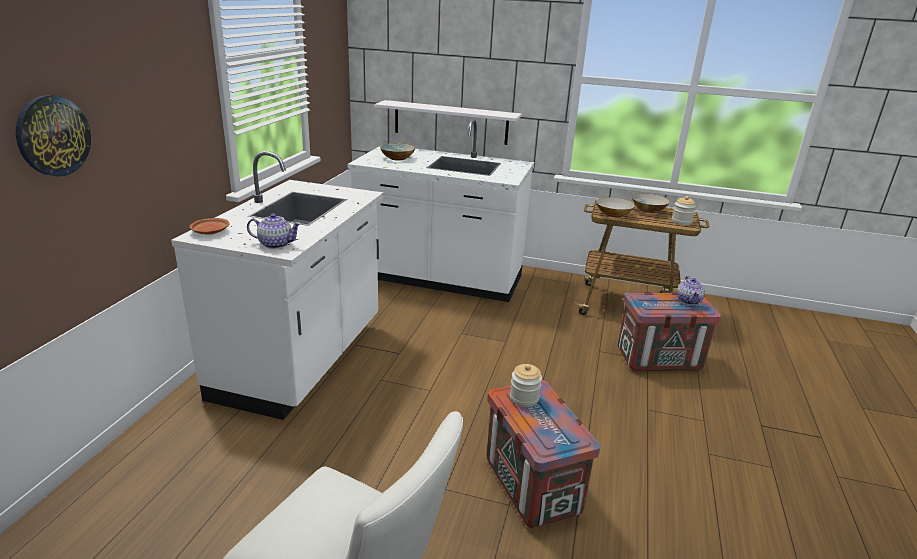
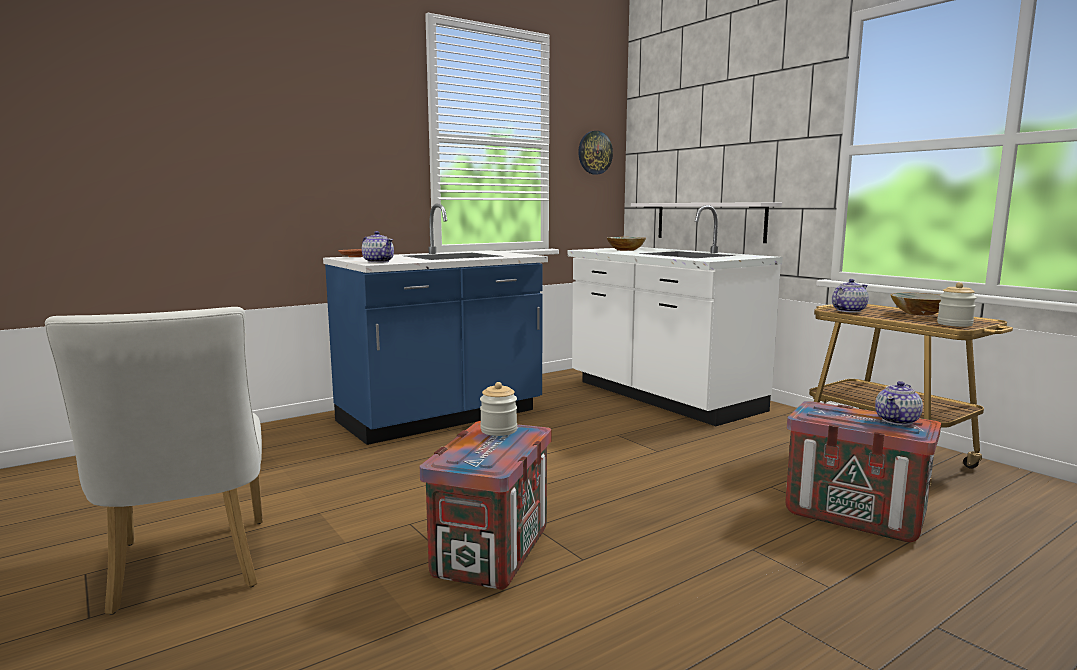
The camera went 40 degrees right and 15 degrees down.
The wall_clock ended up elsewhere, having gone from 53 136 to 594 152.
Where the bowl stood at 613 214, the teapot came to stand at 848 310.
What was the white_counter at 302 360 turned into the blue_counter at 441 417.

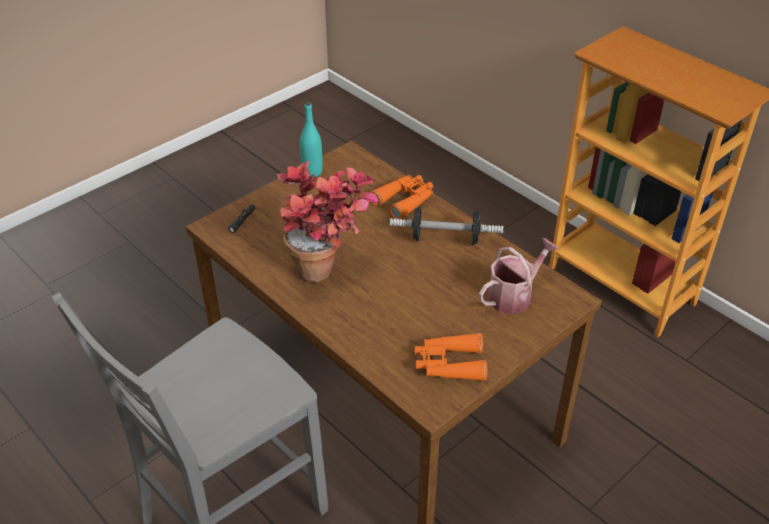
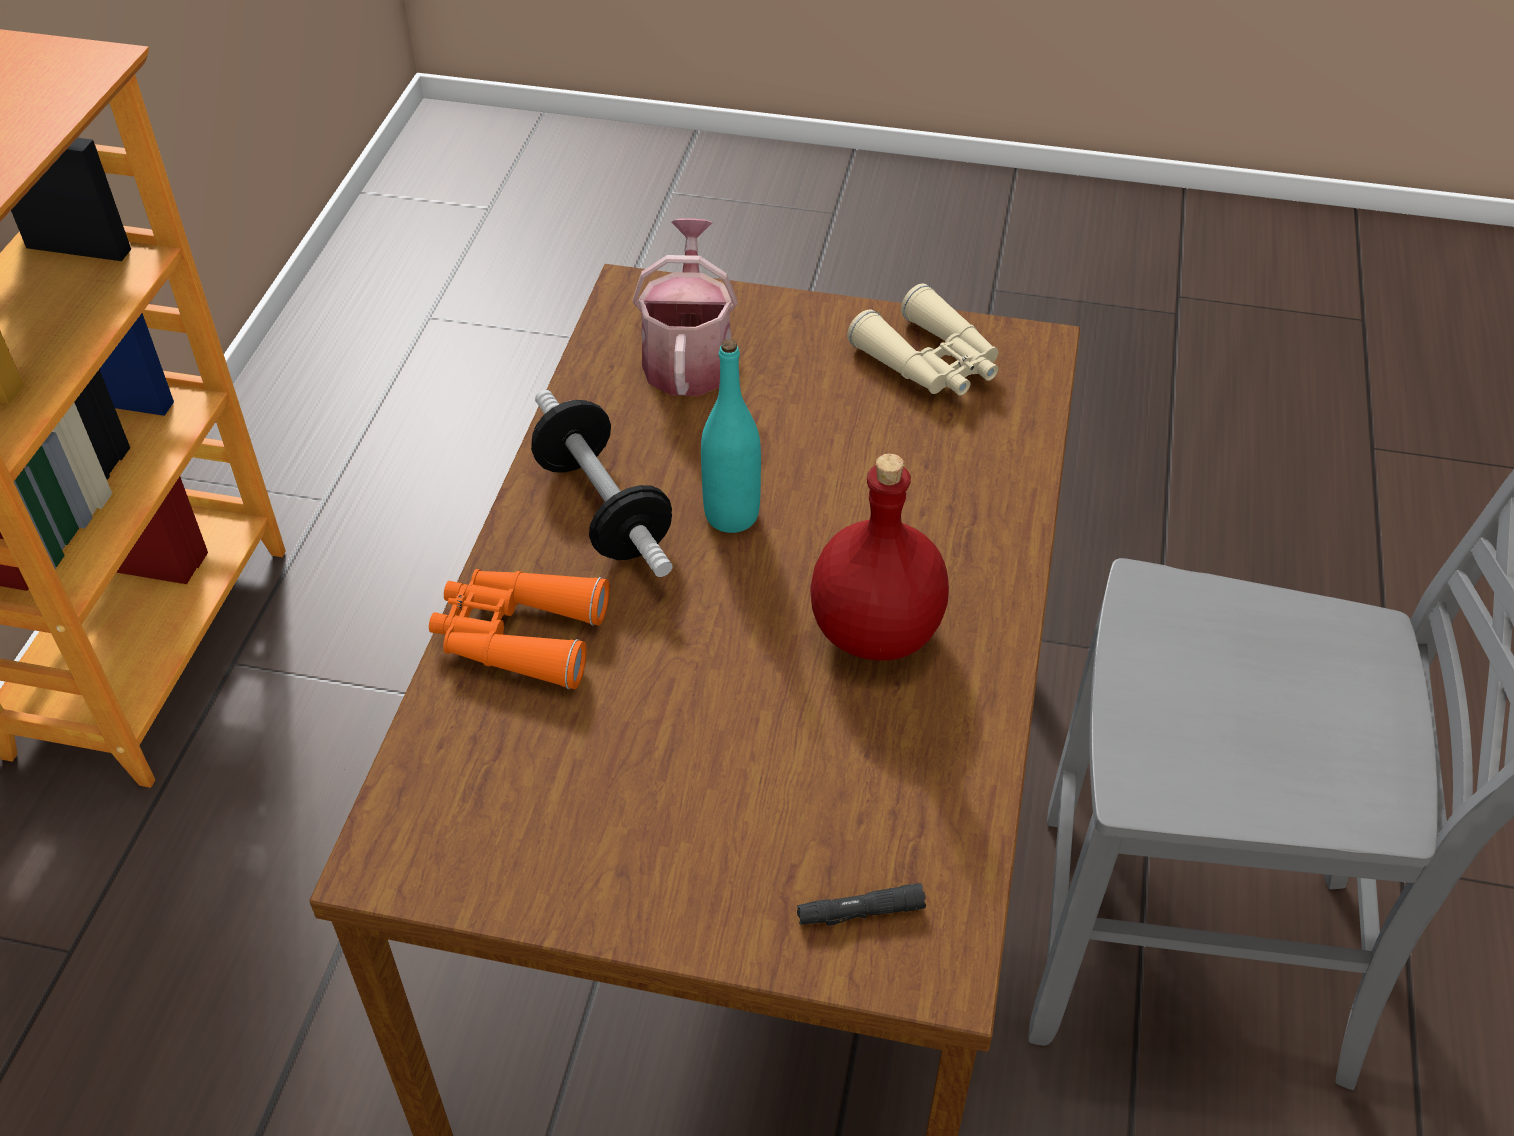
The camera went 125 degrees left and 5 degrees up.
The turquoise_bottle ended up elsewhere, having gone from 312 172 to 731 515.
Where the potted_plant stood at 328 272, the red_bottle came to stand at 874 633.
What was the orange_binoculars at 449 364 turned into the beige_binoculars at 930 363.
The watering_can at 514 295 ended up facing another way, 75 degrees clockwise from before.

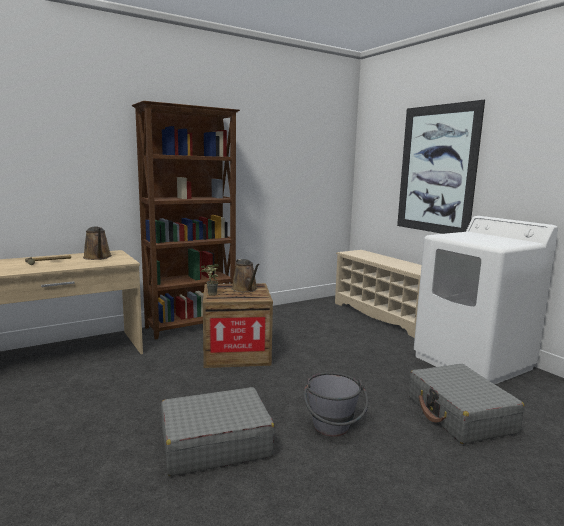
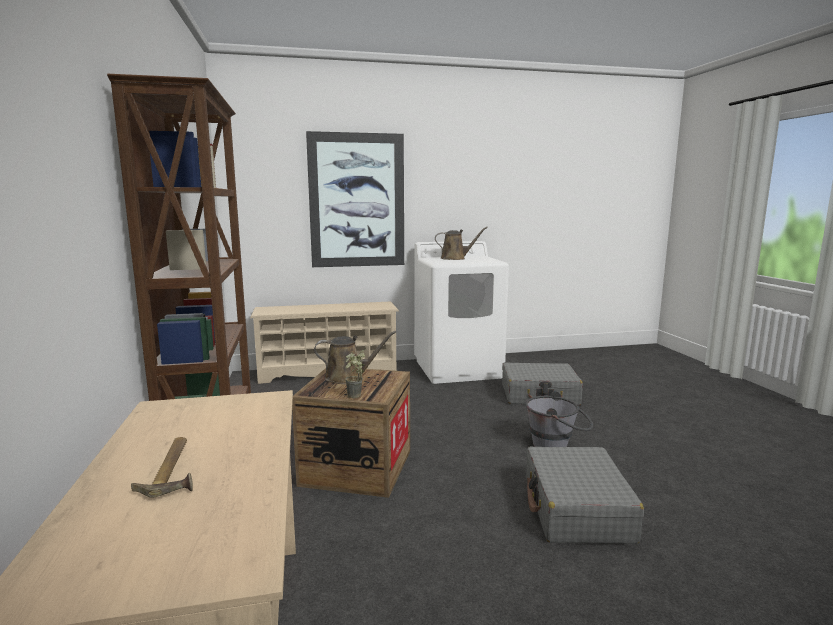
The camera went 70 degrees left and 0 degrees up.
The brown_watering_can ended up elsewhere, having gone from 98 257 to 455 258.

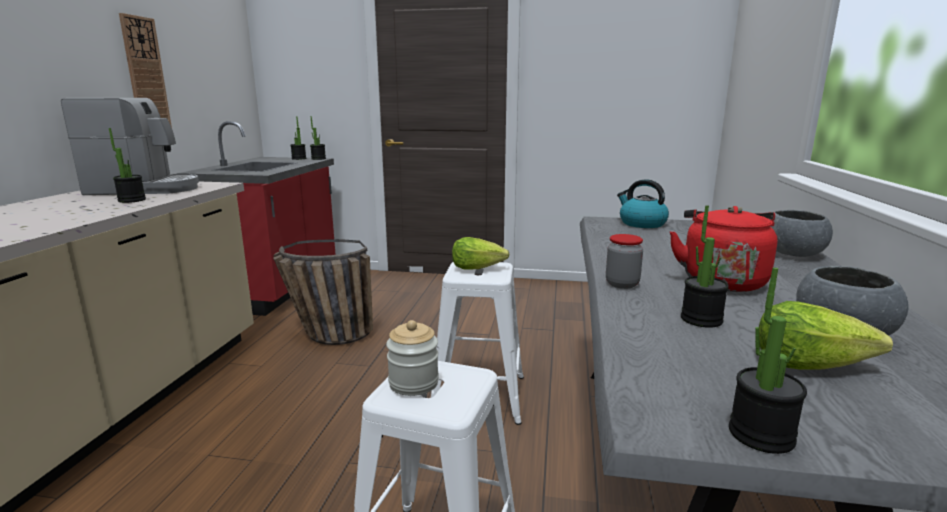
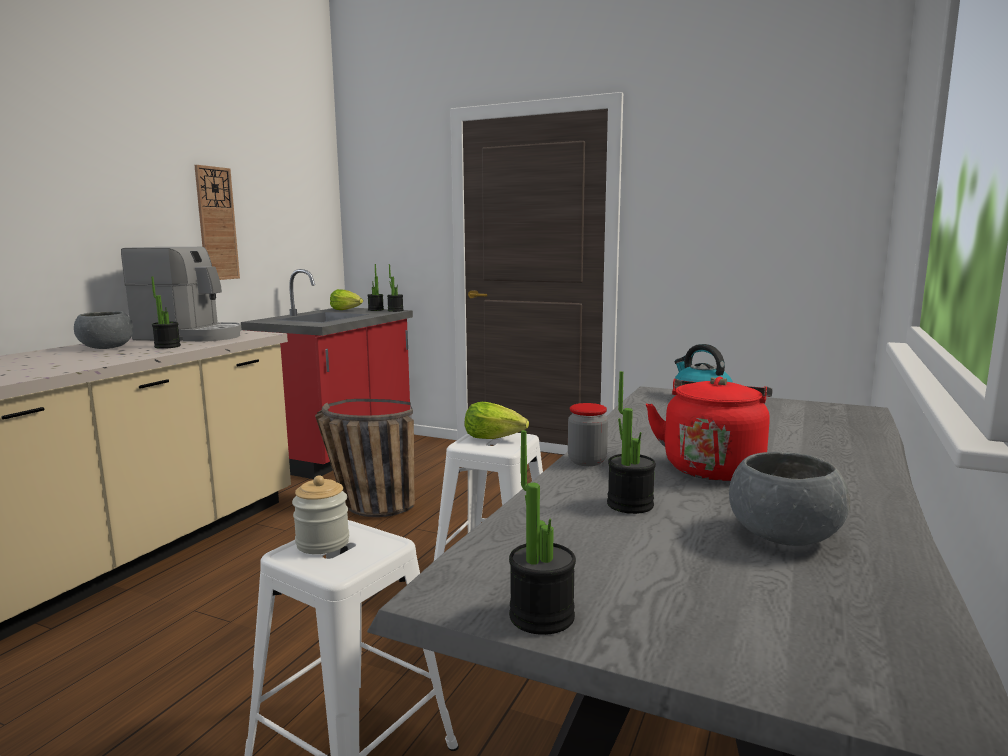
The camera went 15 degrees right and 5 degrees down.
The lettuce ended up elsewhere, having gone from 809 364 to 347 310.
The grey_bowl ended up elsewhere, having gone from 792 254 to 106 348.

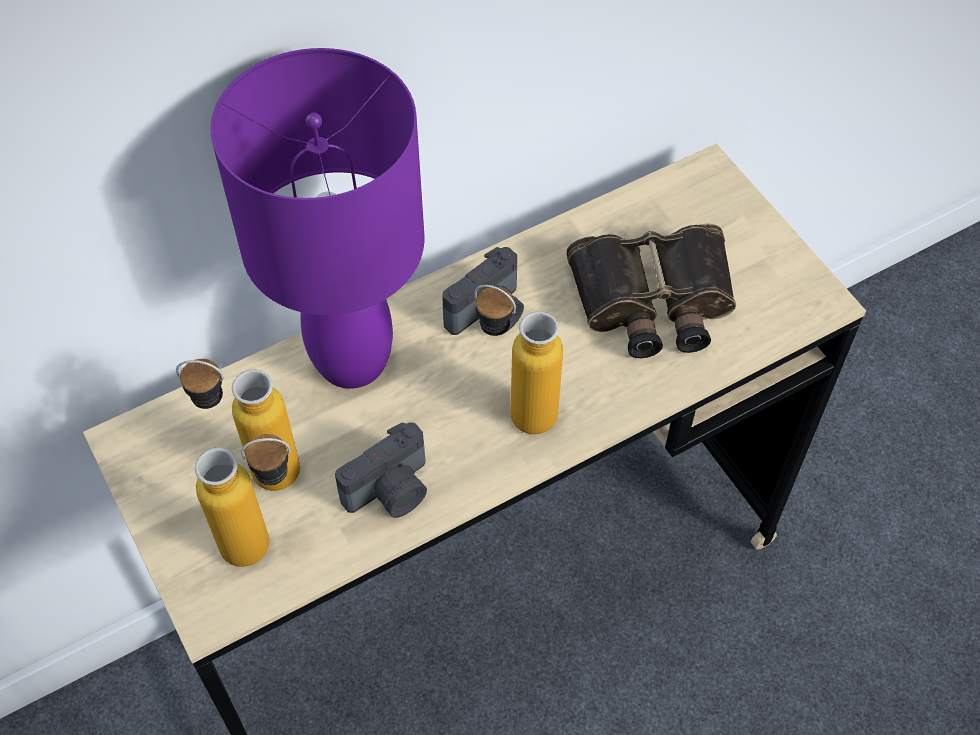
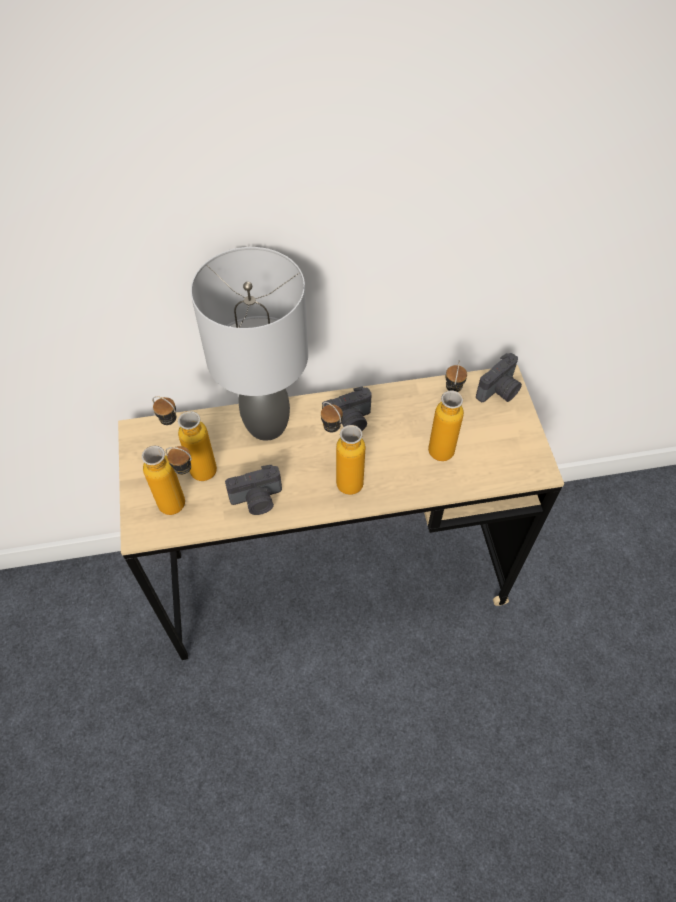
The camera went 20 degrees right and 0 degrees up.
The second view gained the photo_camera at 499 391.
Where the binoculars stood at 653 301, the bottle came to stand at 442 442.
What was the purple_table_lamp at 351 362 turned into the grey_table_lamp at 266 426.

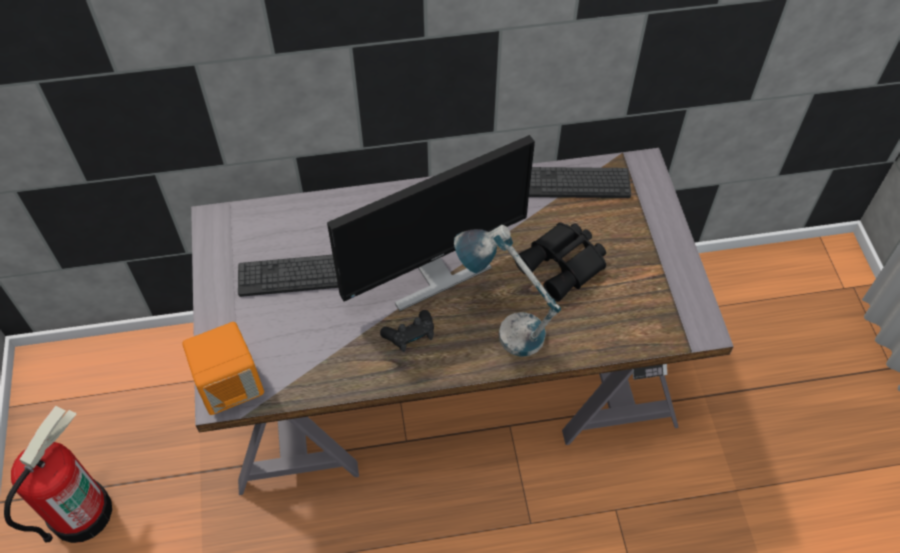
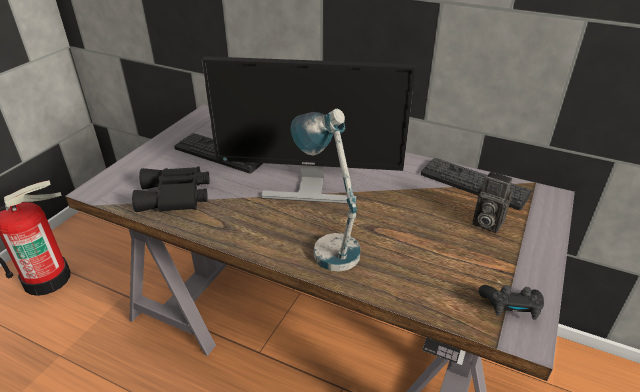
The camera went 35 degrees right and 20 degrees down.
The second view lost the orange_speaker at 231 387.
The second view gained the photo_camera at 485 223.
The black_game_controller ended up elsewhere, having gone from 410 336 to 510 308.
The black_binoculars ended up elsewhere, having gone from 564 265 to 175 197.

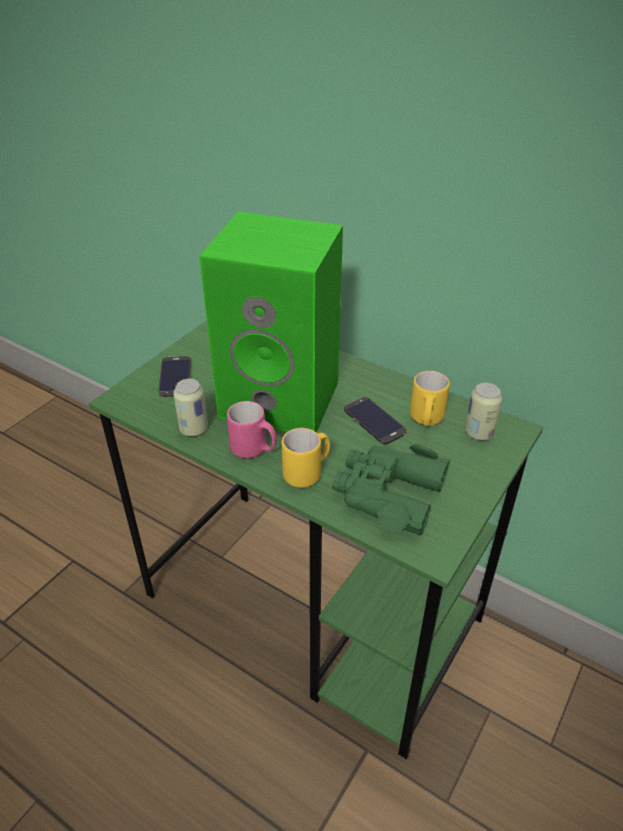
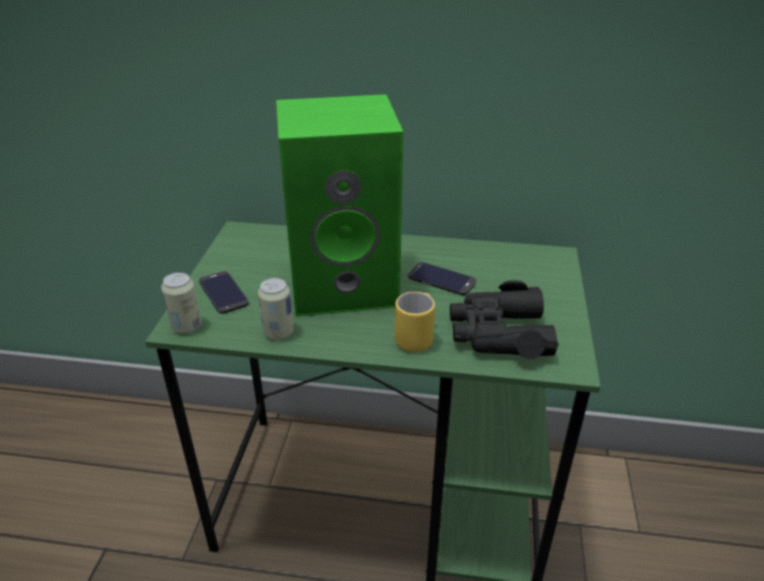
The camera went 25 degrees left and 5 degrees down.
The second view lost the pink_mug at 254 450.
The second view lost the yellow_mug at 426 420.
The can ended up elsewhere, having gone from 479 433 to 186 326.
What was the green_binoculars at 388 494 turned into the black_binoculars at 499 333.

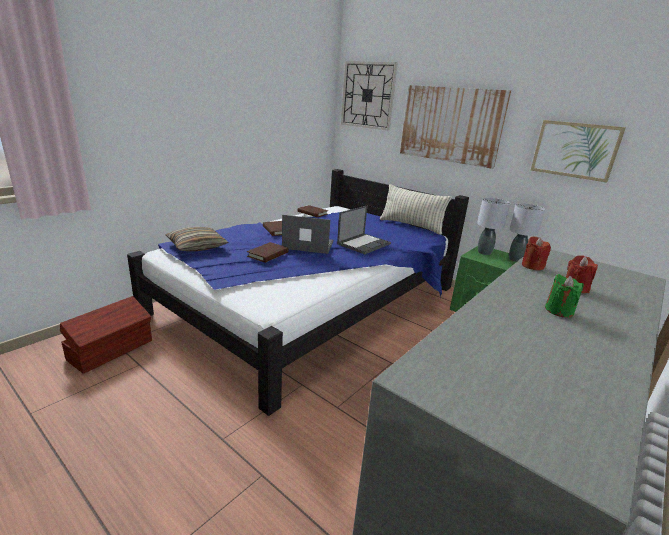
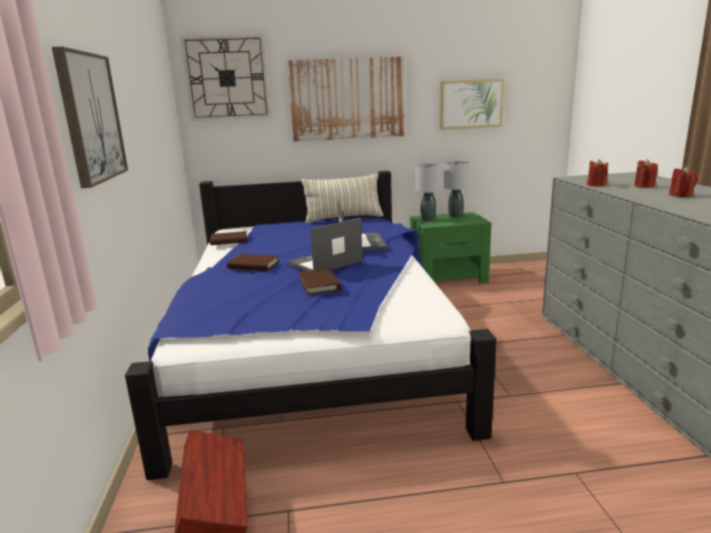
The camera went 45 degrees left and 5 degrees down.
The second view lost the pillow at 197 246.
The second view gained the picture at 90 118.
What was the green_candle at 559 311 turned into the red_candle at 681 195.

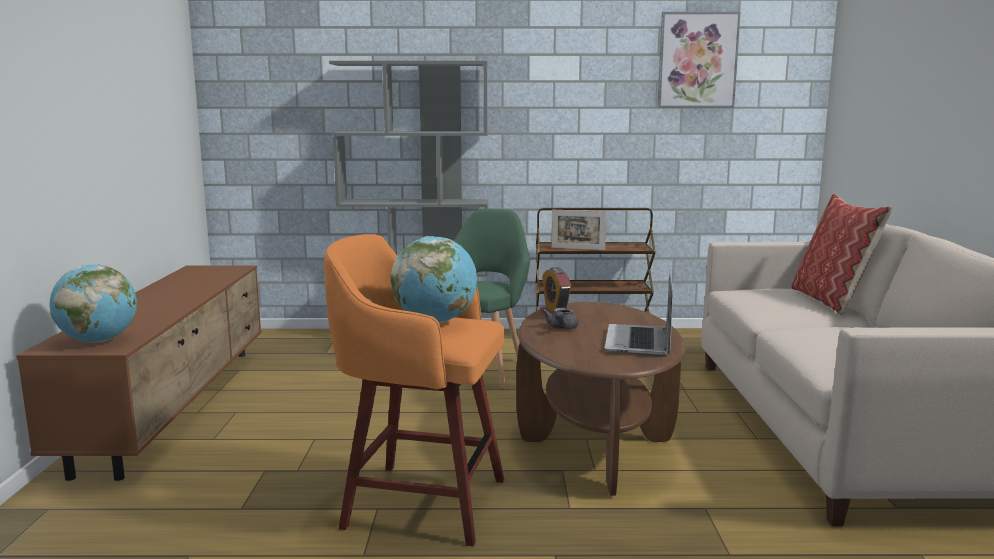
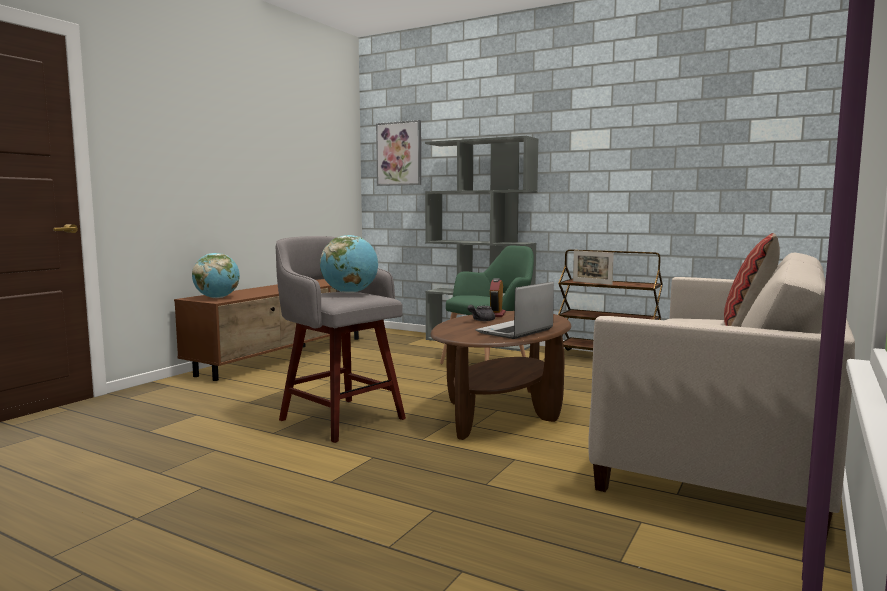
The camera went 30 degrees right and 5 degrees down.
The picture ended up elsewhere, having gone from 697 60 to 399 154.
What was the orange_stool at 420 502 turned into the grey_stool at 340 418.

